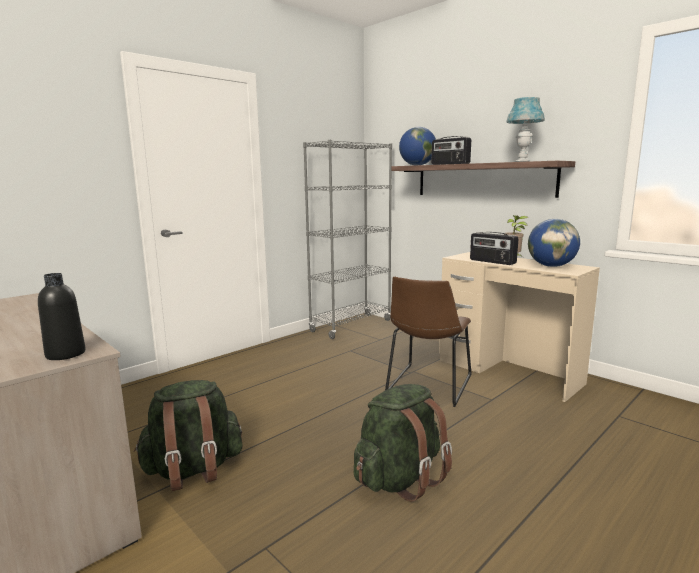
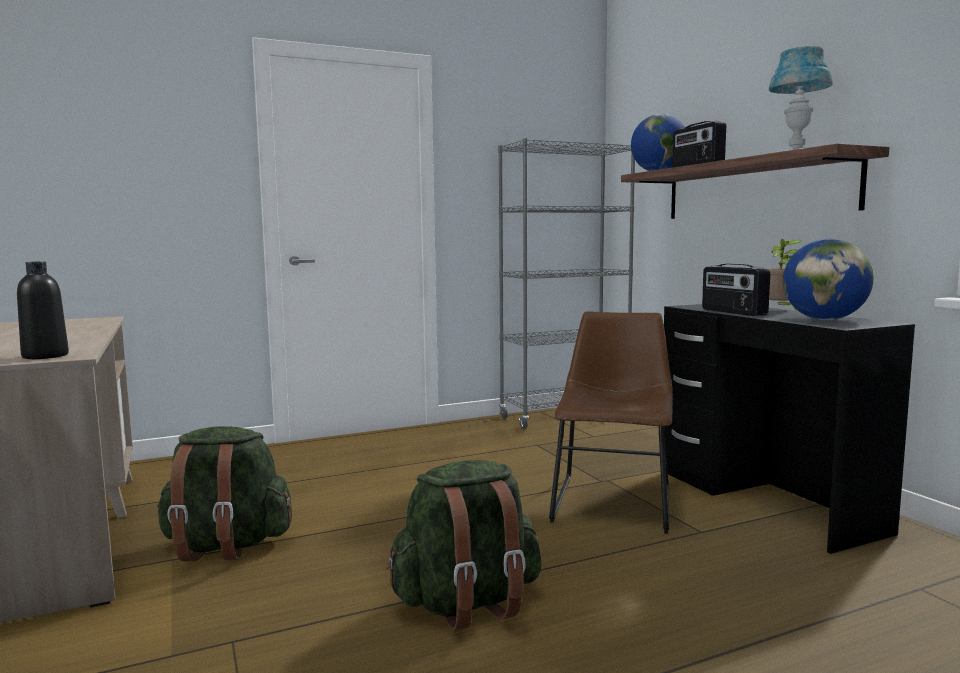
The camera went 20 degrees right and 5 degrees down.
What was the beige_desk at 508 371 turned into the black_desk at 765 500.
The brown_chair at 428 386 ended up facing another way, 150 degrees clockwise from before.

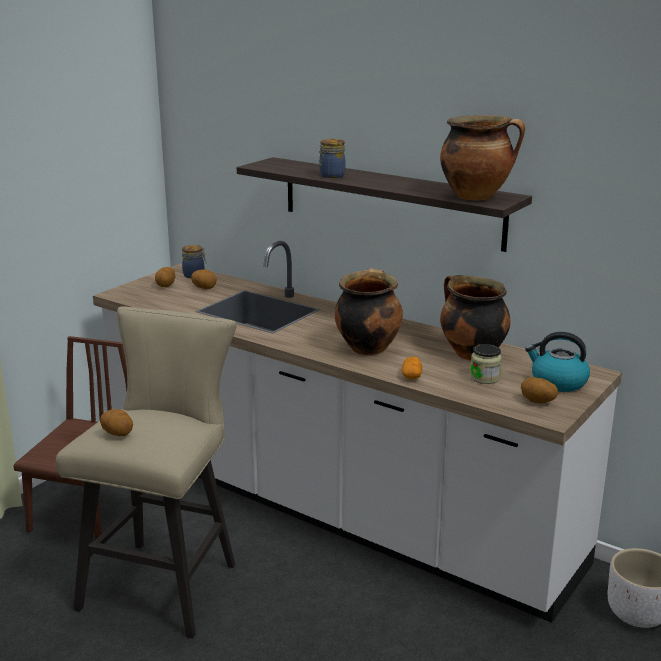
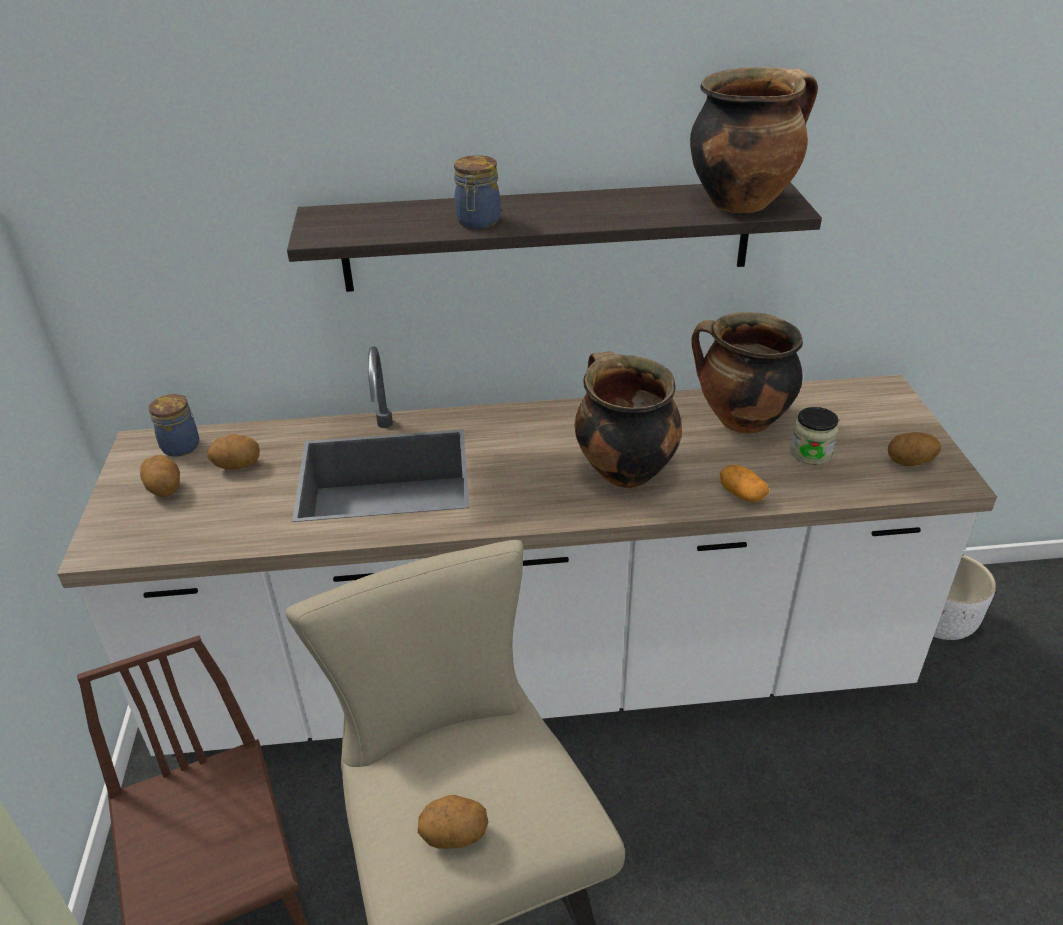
The camera went 40 degrees left and 15 degrees up.
The second view lost the kettle at 557 382.

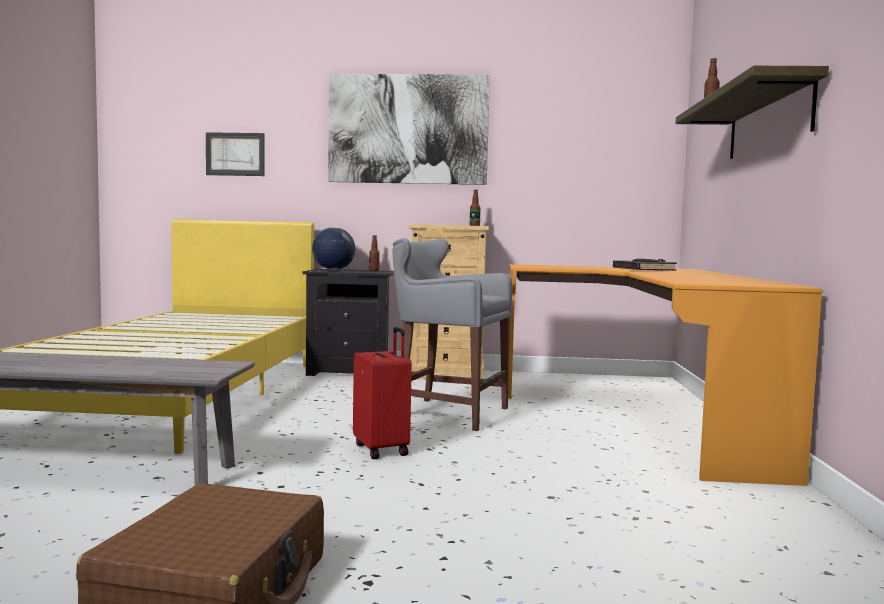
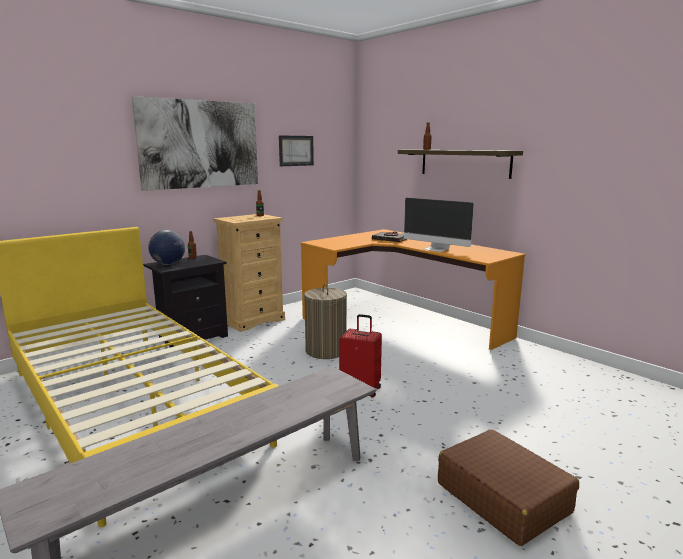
The camera went 45 degrees left and 10 degrees up.
The second view gained the monitor at 436 249.
The picture ended up elsewhere, having gone from 235 154 to 296 150.
Where the grey_stool stood at 447 413, the laundry_basket came to stand at 326 351.

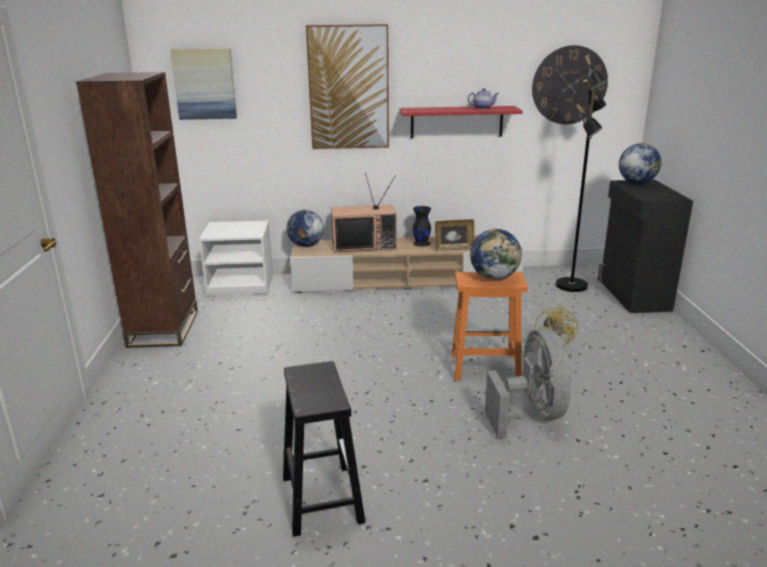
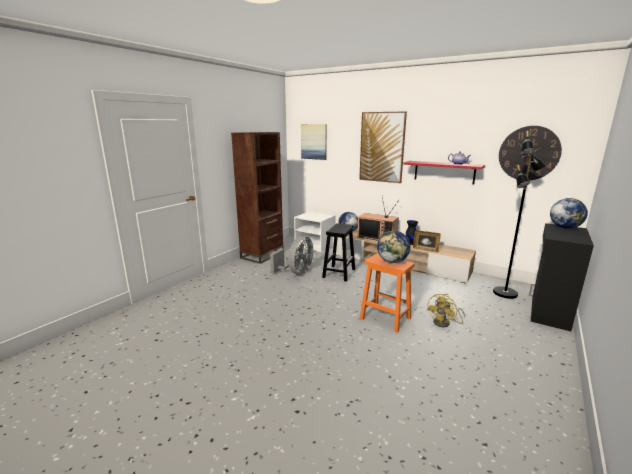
The camera went 35 degrees right and 5 degrees down.
The black_stool ended up elsewhere, having gone from 321 497 to 339 273.
The grey_fan ended up elsewhere, having gone from 531 414 to 296 272.

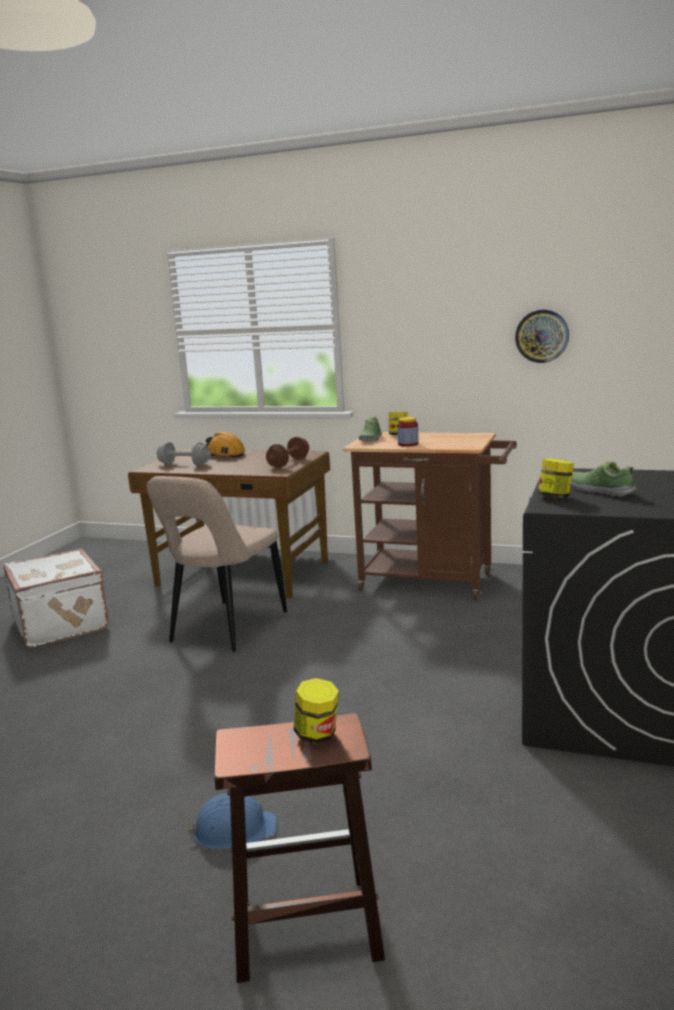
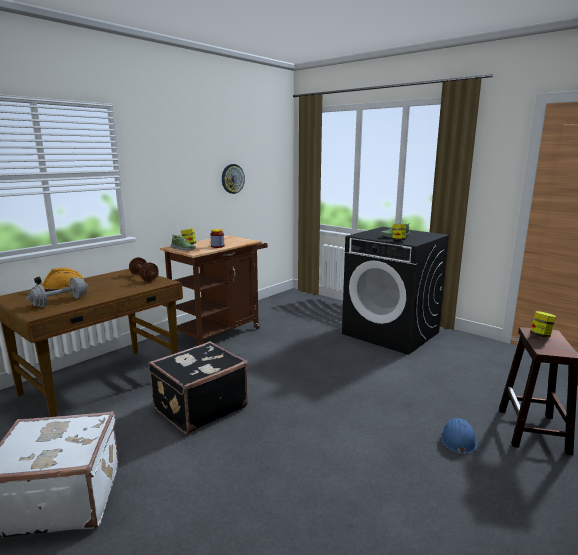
The camera went 70 degrees left and 0 degrees up.
Where the beige_chair stood at 225 629, the black_suitcase came to stand at 199 407.

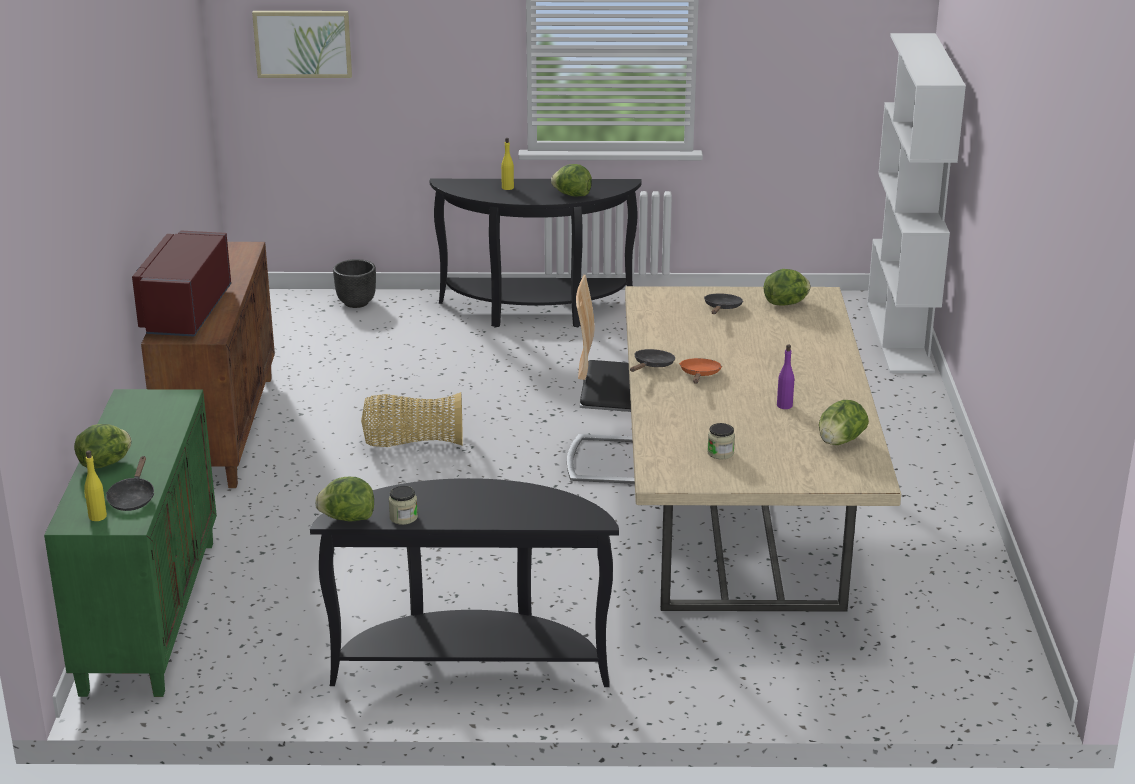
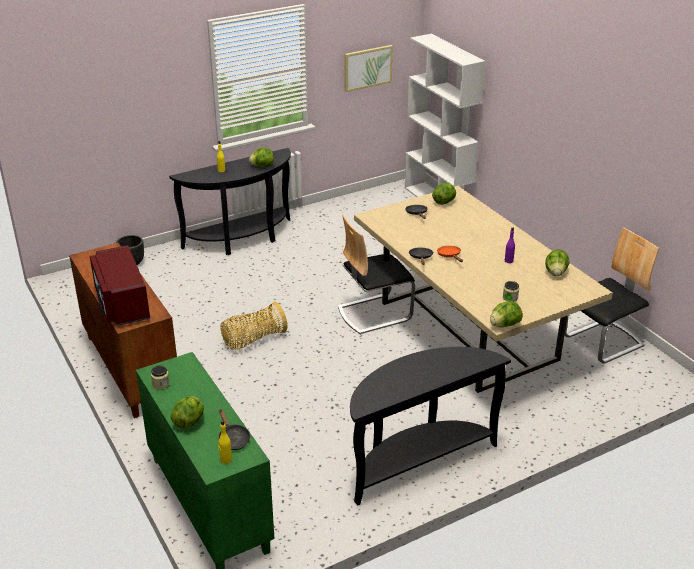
The camera went 30 degrees left and 5 degrees up.
The second view gained the chair at 603 342.
The picture ended up elsewhere, having gone from 303 43 to 367 67.
The lettuce ended up elsewhere, having gone from 347 518 to 504 325.
The jar ended up elsewhere, having gone from 403 517 to 161 384.

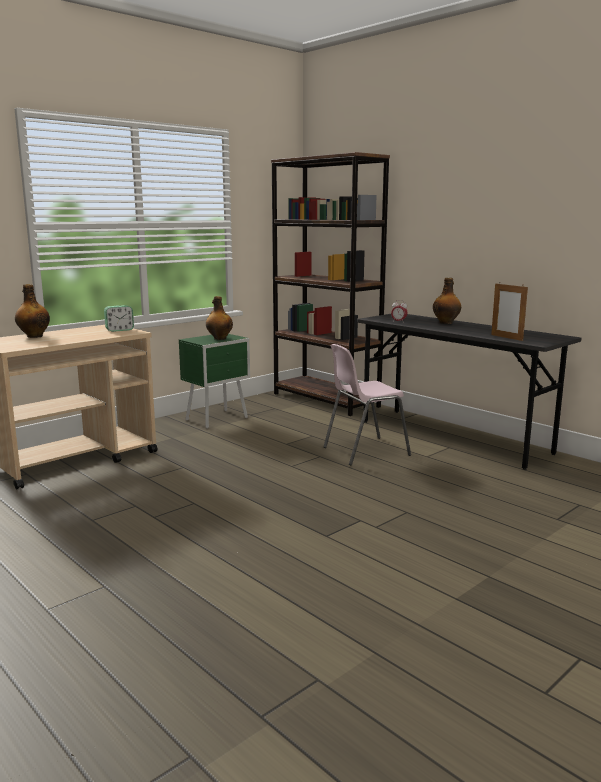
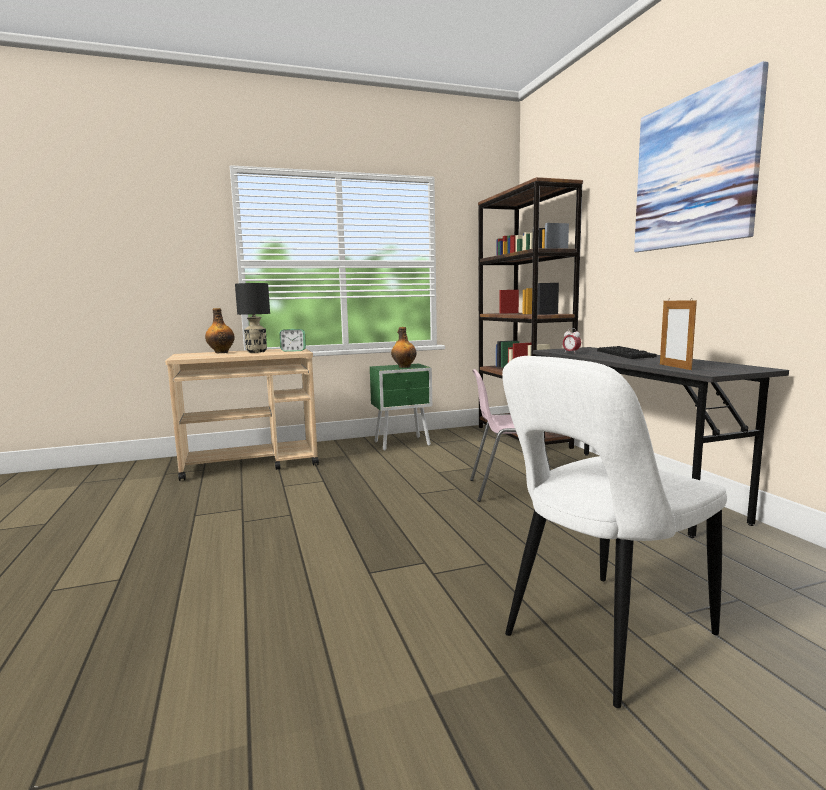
The camera went 25 degrees right and 5 degrees down.
The second view gained the black_table_lamp at 256 352.
The second view gained the white_chair at 602 638.
The second view gained the picture at 694 171.
Where the bottle stood at 446 323, the keyboard came to stand at 626 354.

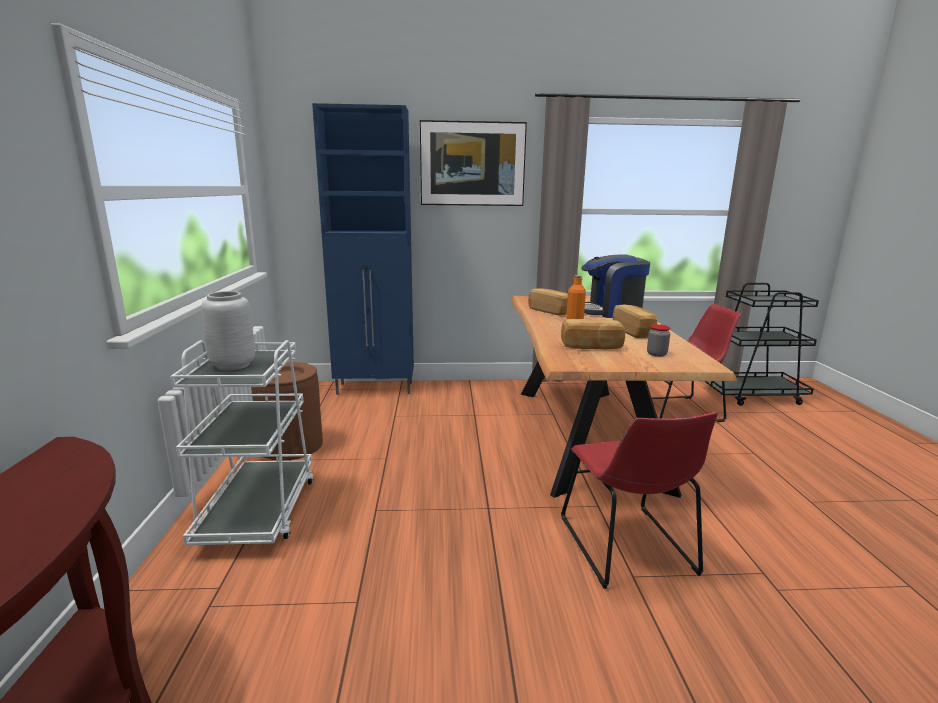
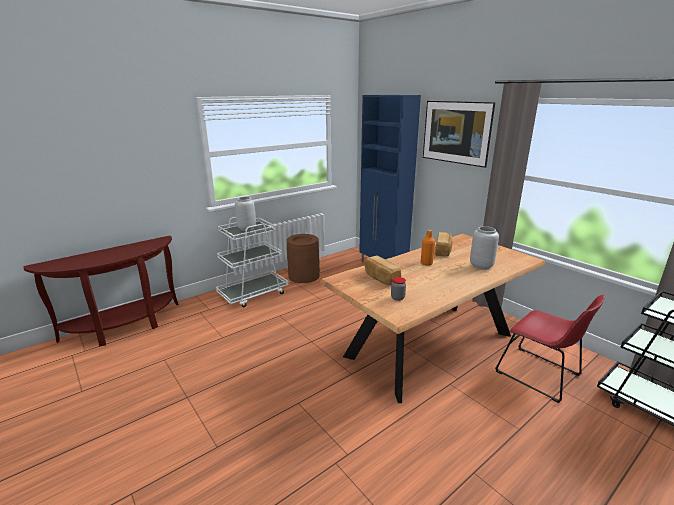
The camera went 55 degrees right and 5 degrees up.
The second view lost the red_chair at 628 549.
The second view lost the bread at 633 332.
Where the coffee_machine stood at 611 312, the grey_vase came to stand at 481 266.

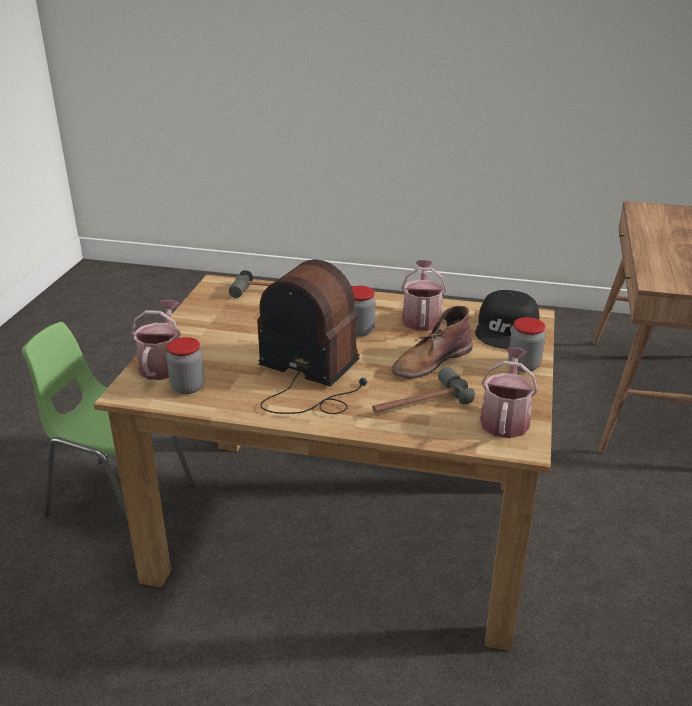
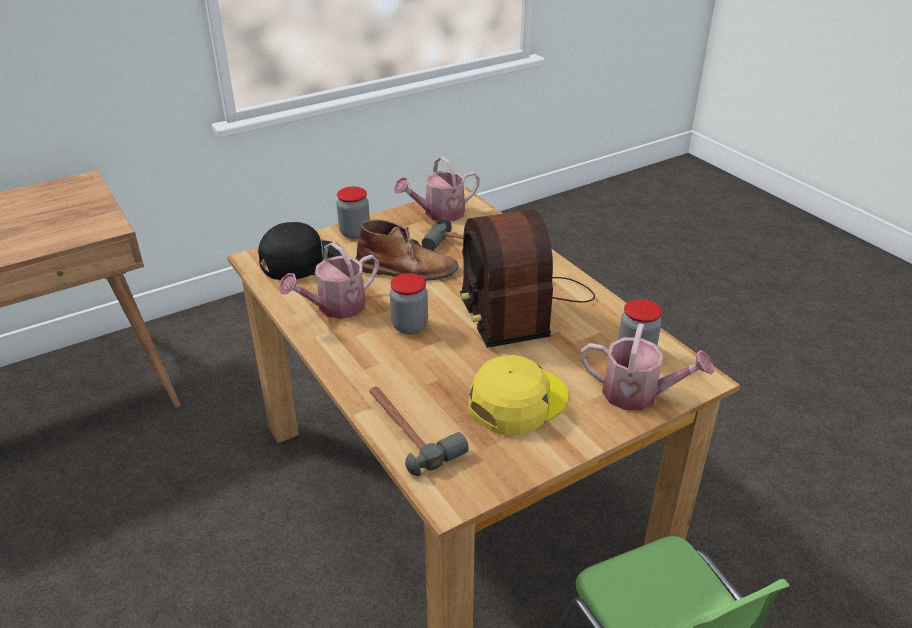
The camera went 135 degrees left and 5 degrees up.
The second view gained the yellow_cap at 517 401.
The watering_can at 162 364 ended up facing another way, 120 degrees counterclockwise from before.

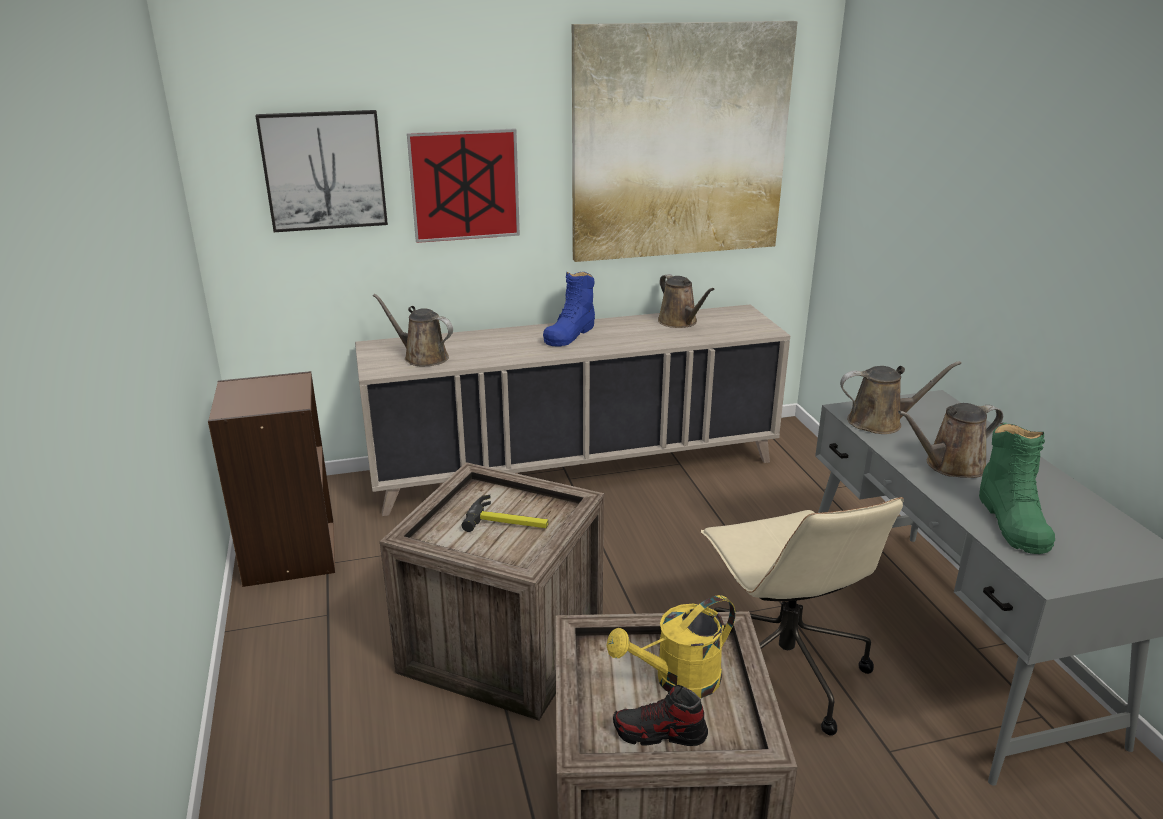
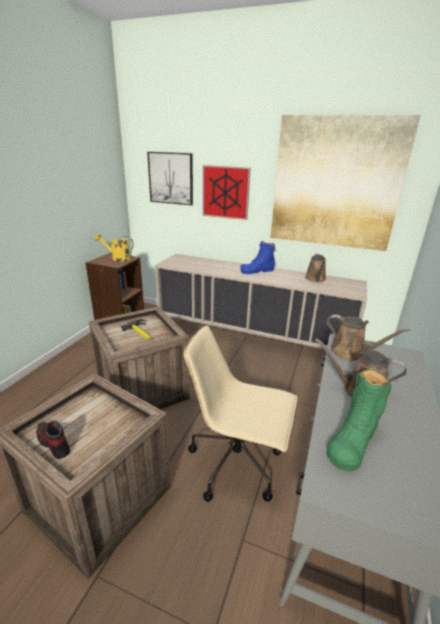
The camera went 35 degrees right and 0 degrees up.
The second view lost the brown_watering_can at 422 357.
The yellow_watering_can ended up elsewhere, having gone from 677 681 to 117 258.
The beige_office_chair at 781 670 ended up facing another way, 90 degrees clockwise from before.

